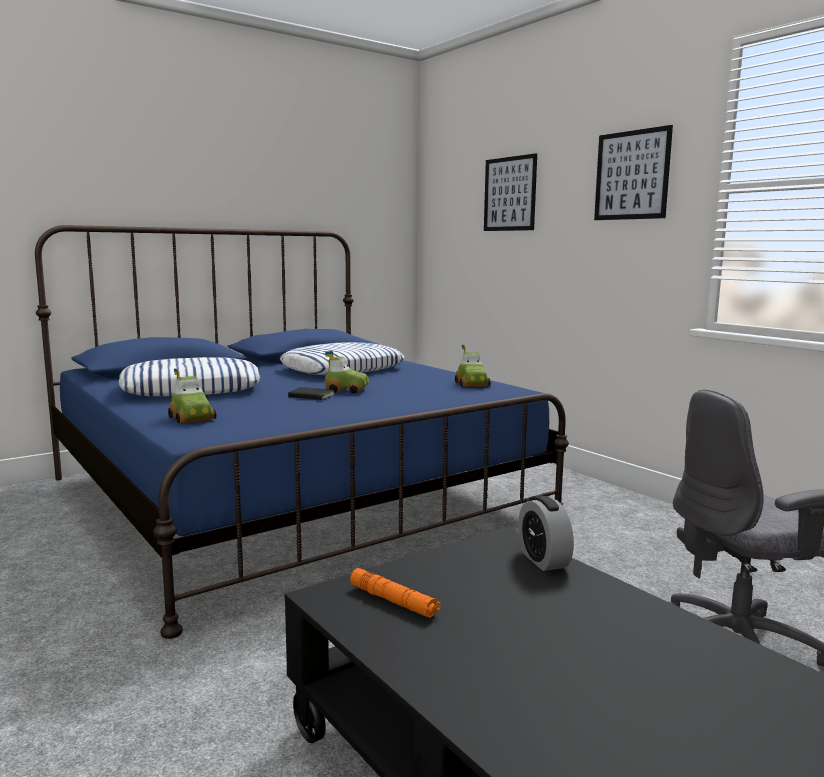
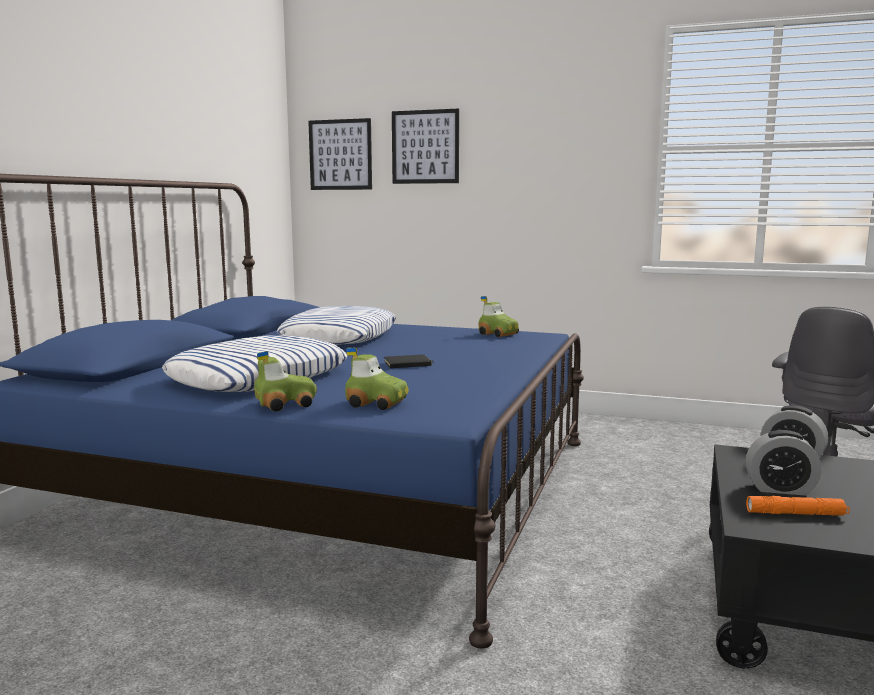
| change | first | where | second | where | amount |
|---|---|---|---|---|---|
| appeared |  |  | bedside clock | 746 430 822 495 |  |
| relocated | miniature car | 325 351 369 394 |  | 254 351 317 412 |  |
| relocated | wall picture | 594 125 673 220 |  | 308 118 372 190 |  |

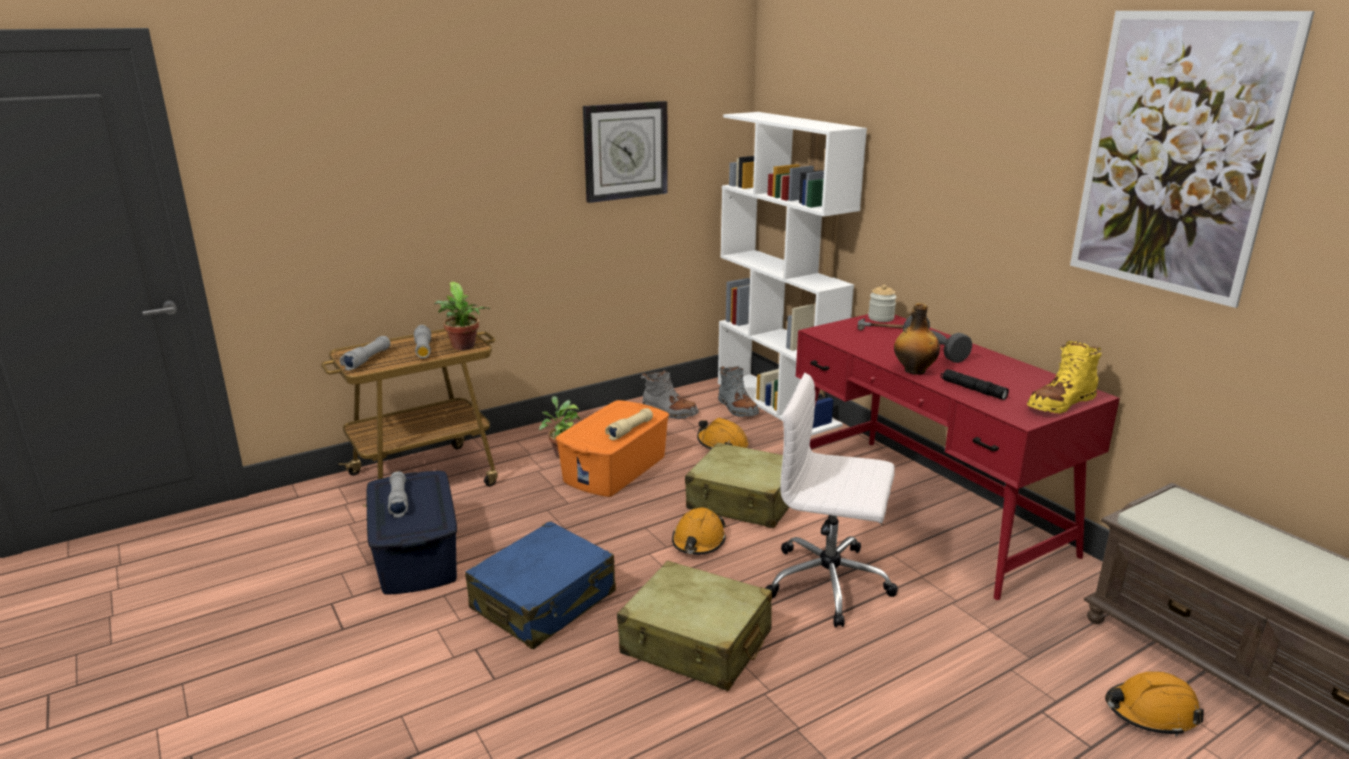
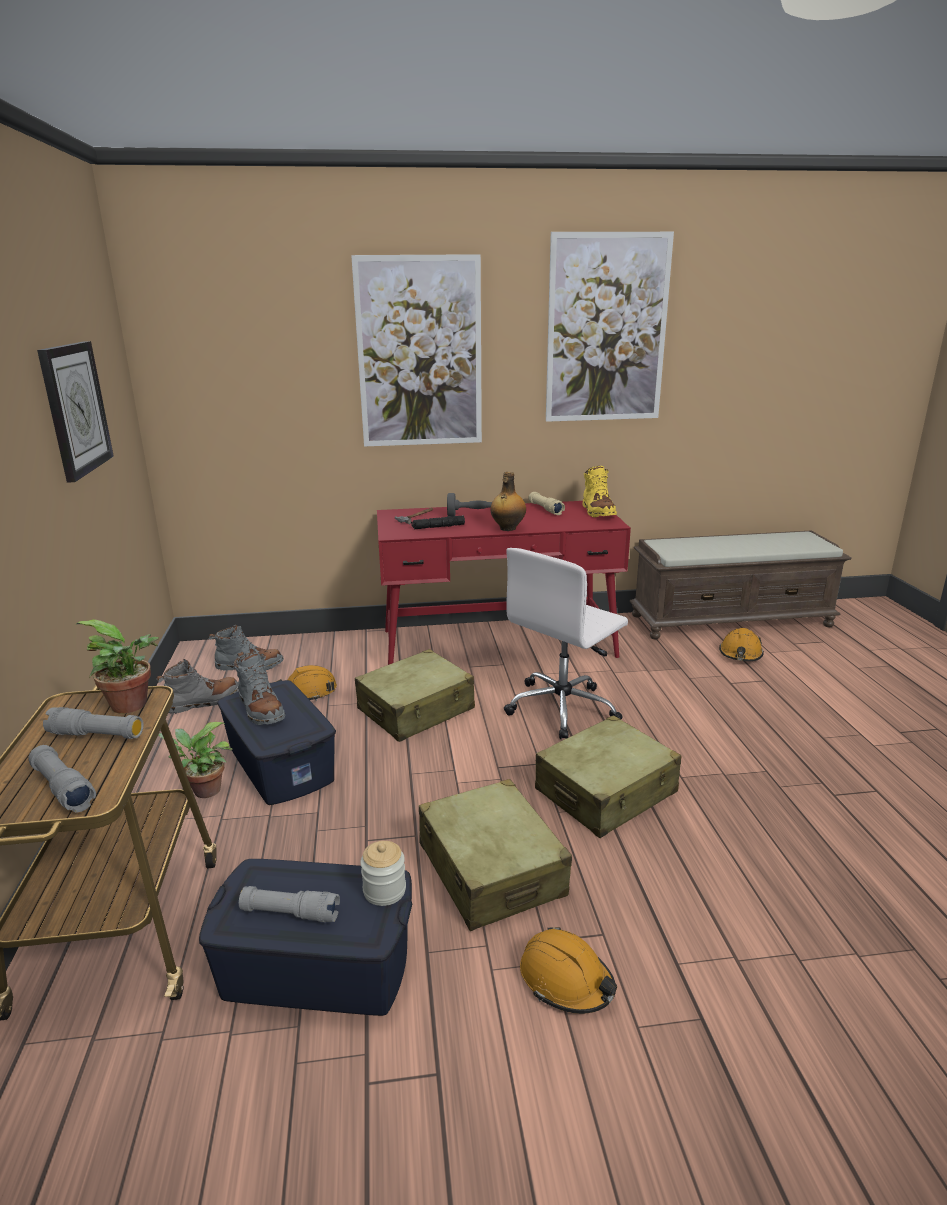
| change | first | where | second | where | amount |
|---|---|---|---|---|---|
| missing | white-coloured bookcase | 718 112 867 436 |  |  |  |
| appeared |  |  | grey high-top boot | 233 652 285 725 |  |
| appeared |  |  | wall picture | 351 254 482 447 |  |
| relocated | beige flashlight | 605 408 653 440 |  | 529 492 565 515 |  |
| relocated | orange-coloured hard hat | 672 507 726 555 |  | 520 927 617 1014 |  |
| relocated | jar | 868 285 897 322 |  | 360 841 406 906 |  |
| relocated | blackish flashlight | 941 369 1009 400 |  | 411 516 465 529 |  |
| colour | blue-coloured piece of luggage | 465 521 616 649 | beige piece of luggage | 419 779 572 931 |  |
| colour | orange-coloured storage container | 556 400 669 497 | blue-coloured storage container | 217 680 336 805 |  |

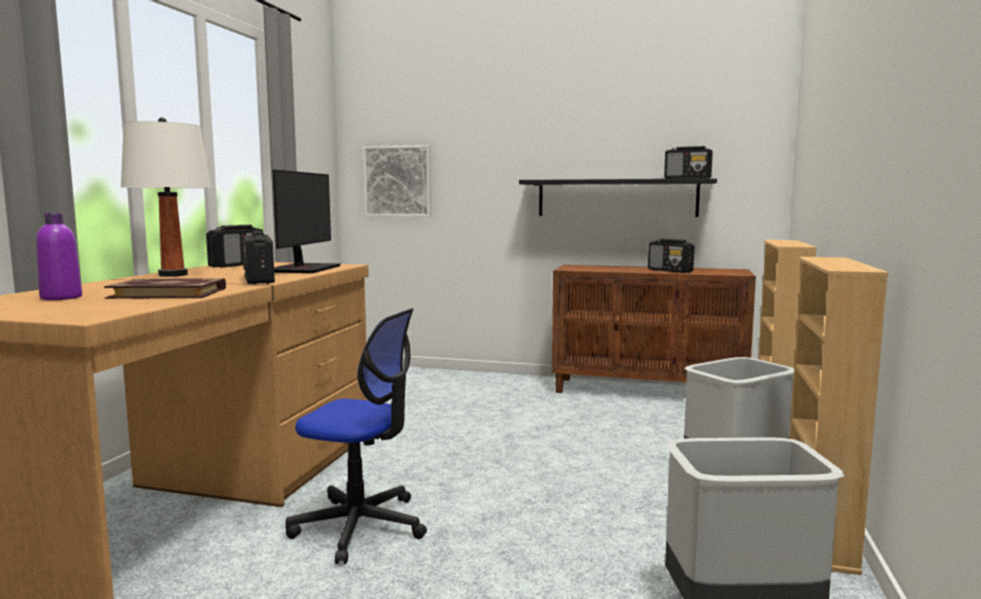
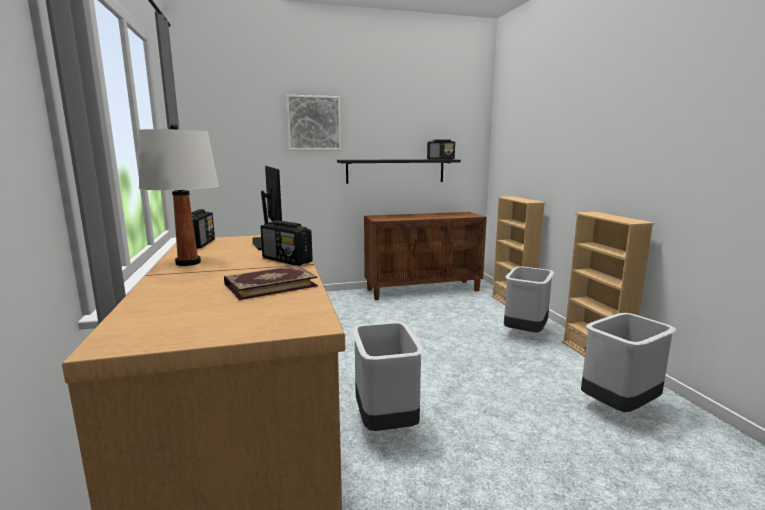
| change | first | where | second | where | amount |
|---|---|---|---|---|---|
| missing | purple-coloured bottle | 36 213 82 300 |  |  |  |
| missing | radio | 648 239 694 273 |  |  |  |
| relocated | wall picture | 363 145 431 217 |  | 286 95 341 150 |  |
| exchanged | computer chair | 285 308 427 564 | grey trash can | 352 322 424 431 |  |

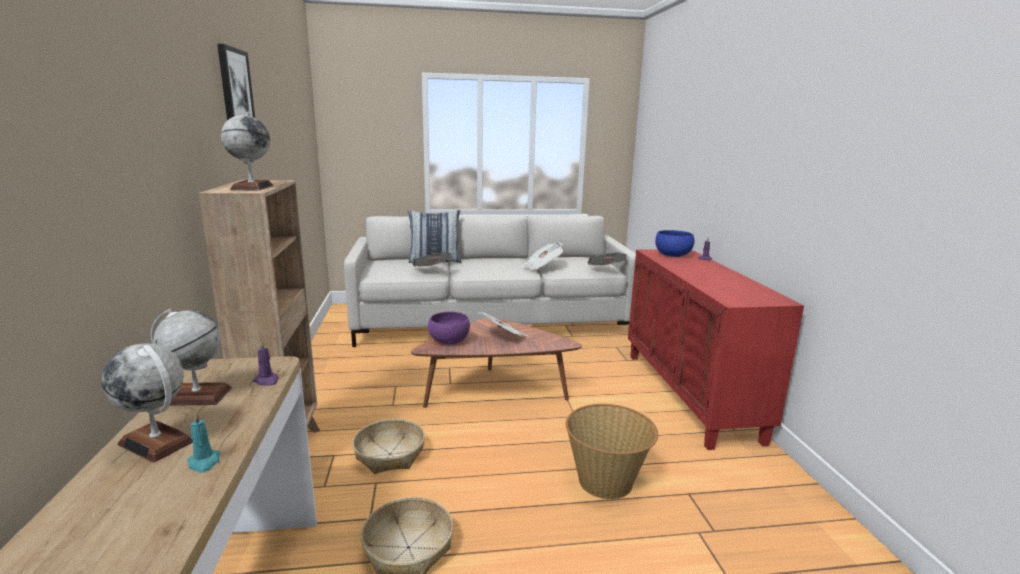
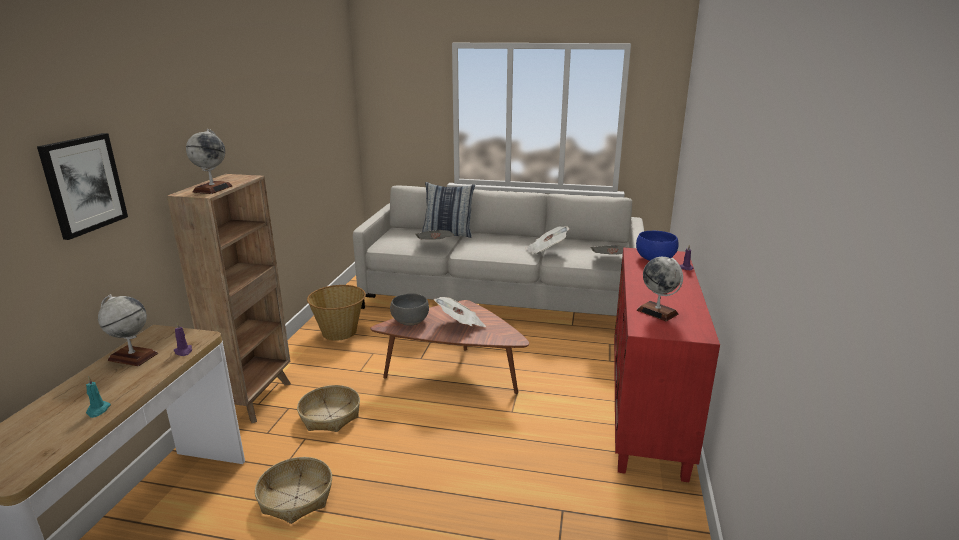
| change | first | where | second | where | amount |
|---|---|---|---|---|---|
| relocated | desk globe | 101 343 193 463 |  | 637 257 683 322 |  |
| relocated | wall picture | 217 44 255 121 |  | 37 133 128 240 |  |
| relocated | storage basket | 566 404 658 500 |  | 307 285 366 341 |  |
| colour | purple-coloured deep dish | 428 312 470 345 | grey deep dish | 390 293 429 326 |  |

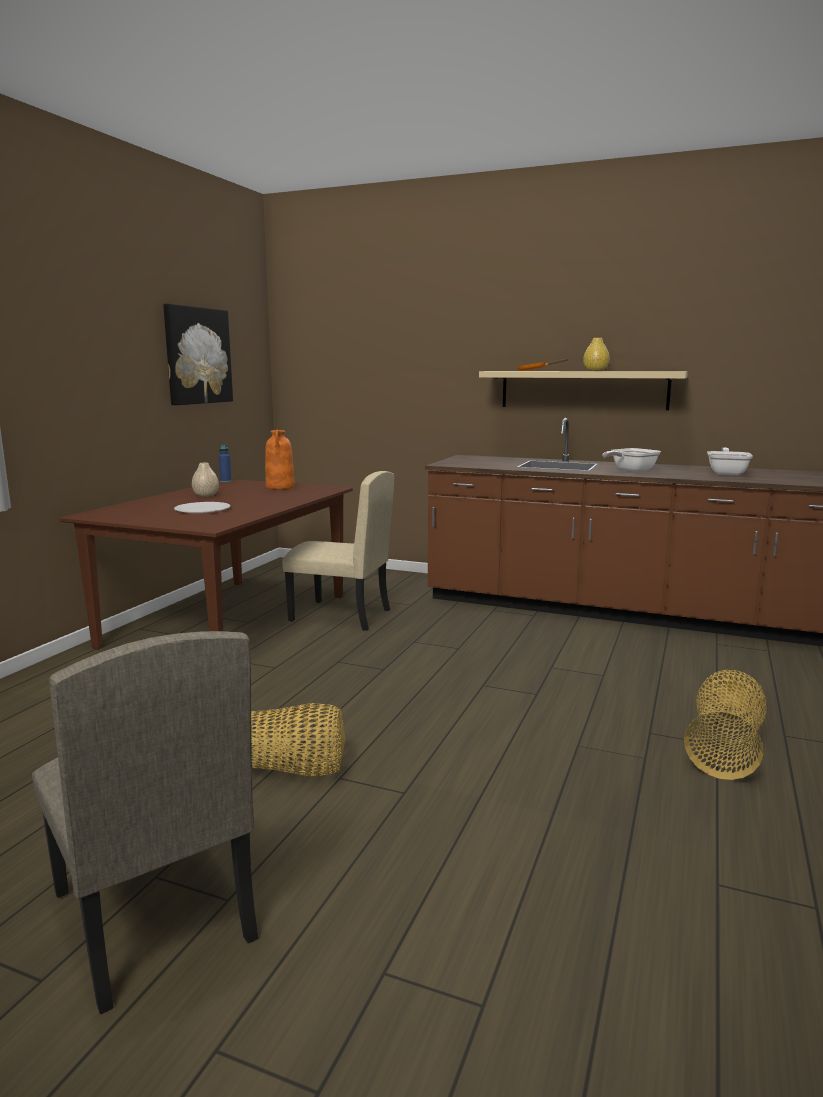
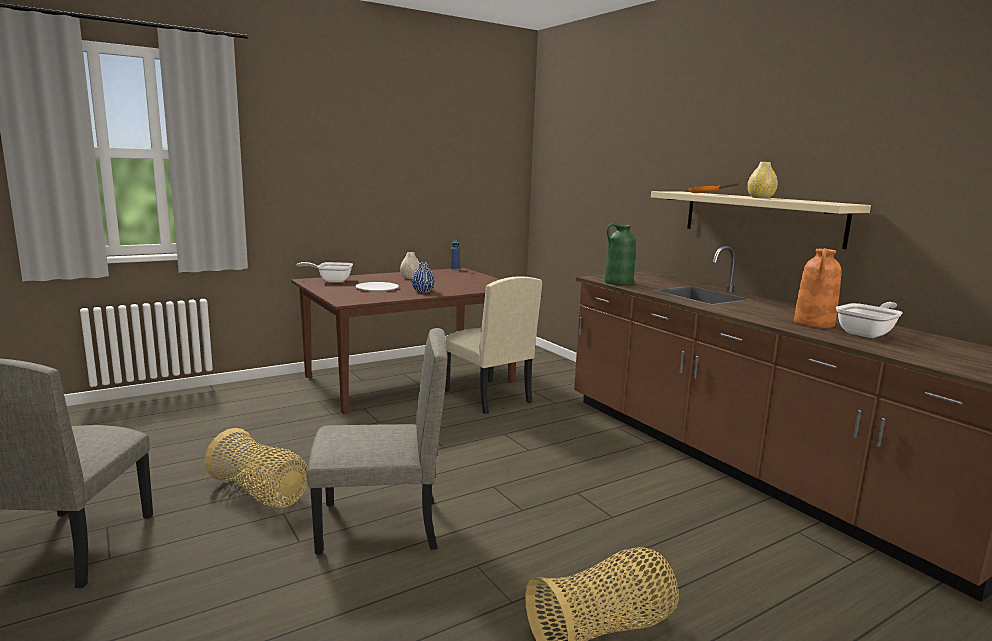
| change | first | where | second | where | amount |
|---|---|---|---|---|---|
| missing | wall picture | 163 304 233 405 |  |  |  |
| appeared |  |  | beige plain chair | 307 328 447 555 |  |
| appeared |  |  | blue-coloured flower vase | 412 262 435 292 |  |
| appeared |  |  | green flower vase | 604 223 635 286 |  |
| relocated | orange-coloured flower vase | 265 429 295 489 |  | 794 248 841 328 |  |
| relocated | pan | 602 448 661 472 |  | 297 262 353 282 |  |

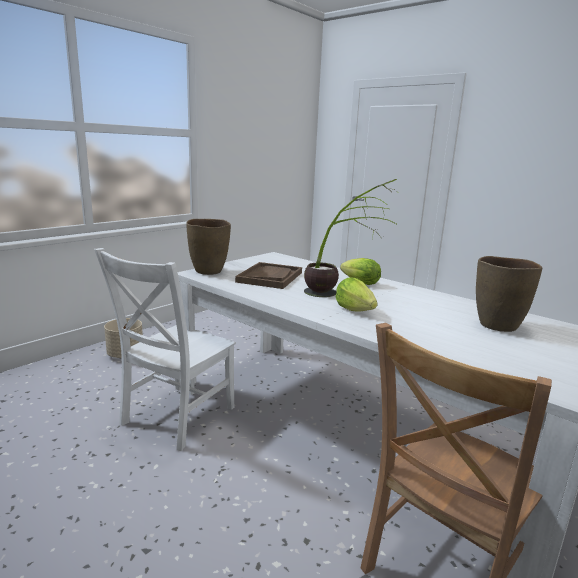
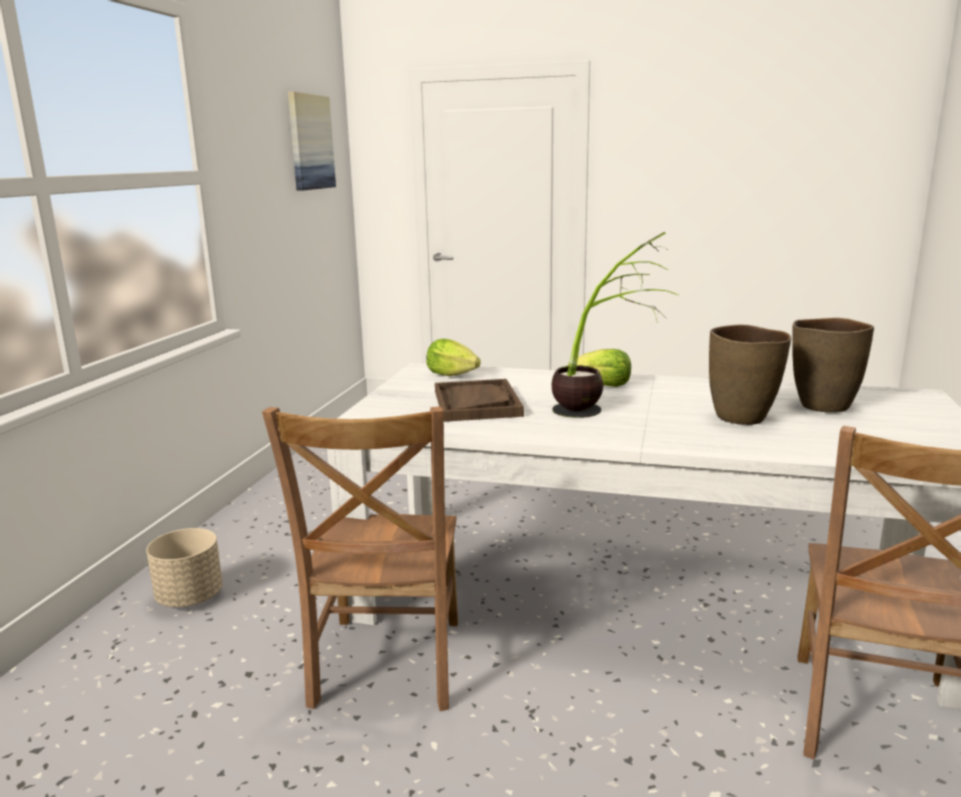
| change | first | where | second | where | amount |
|---|---|---|---|---|---|
| appeared |  |  | wall picture | 288 92 336 191 |  |
| relocated | brown flower vase | 186 219 231 275 |  | 709 325 791 425 |  |
| relocated | lettuce | 336 277 378 311 |  | 427 339 481 376 |  |
| colour | white-coloured plain chair | 94 248 236 451 | brown plain chair | 262 406 458 711 |  |

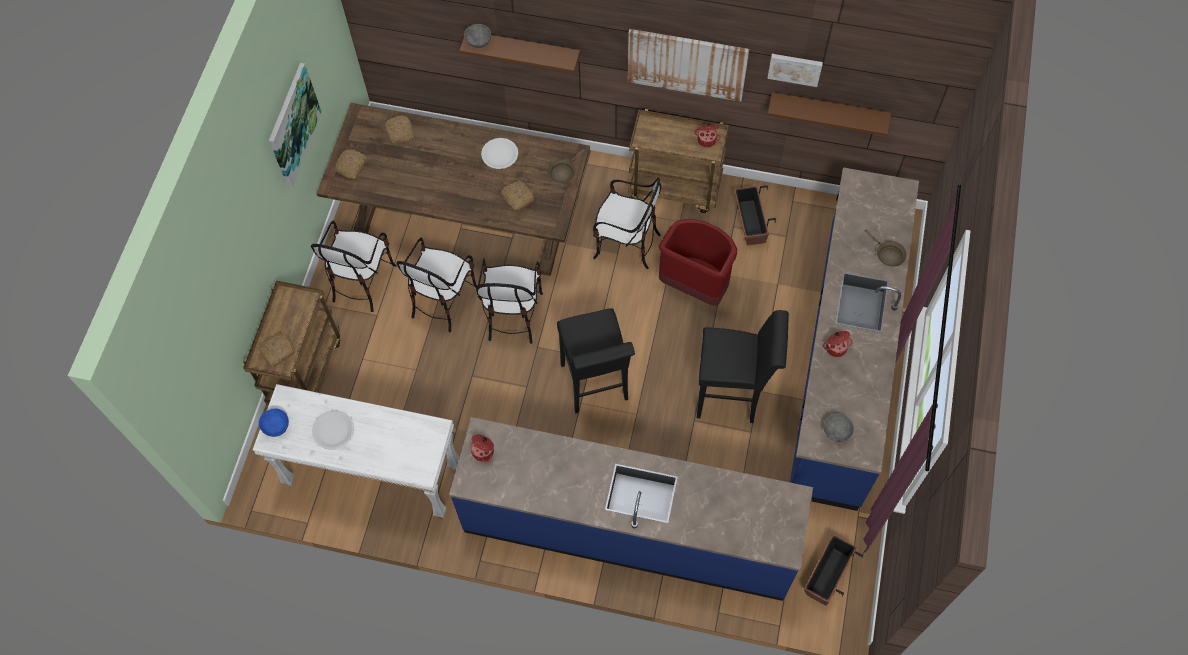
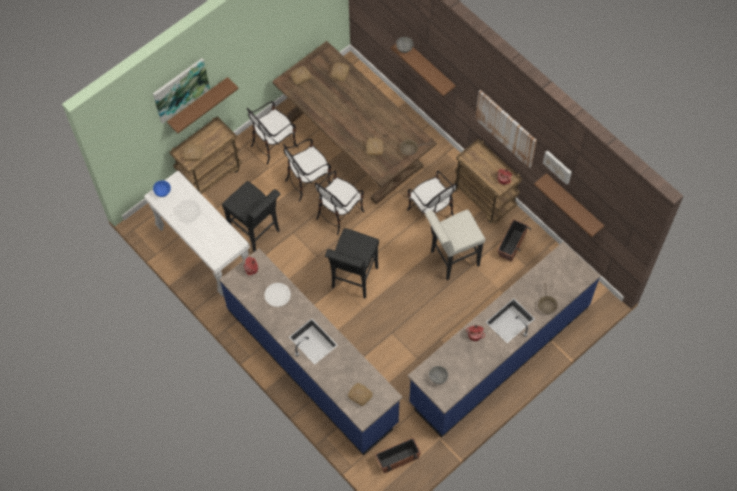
| change | first | where | second | where | amount |
|---|---|---|---|---|---|
| appeared |  |  | brown wall shelf | 167 77 238 133 |  |
| appeared |  |  | bread | 348 383 373 406 |  |
| relocated | wall picture | 269 63 322 188 |  | 153 58 210 124 |  |
| relocated | white-coloured flat dish | 481 138 518 169 |  | 264 283 291 307 |  |
| relocated | blackish stool seat | 697 310 789 423 |  | 222 181 281 252 |  |
| exchanged | reddish trash can | 659 219 737 306 | white-coloured stool seat | 425 209 485 280 |  |

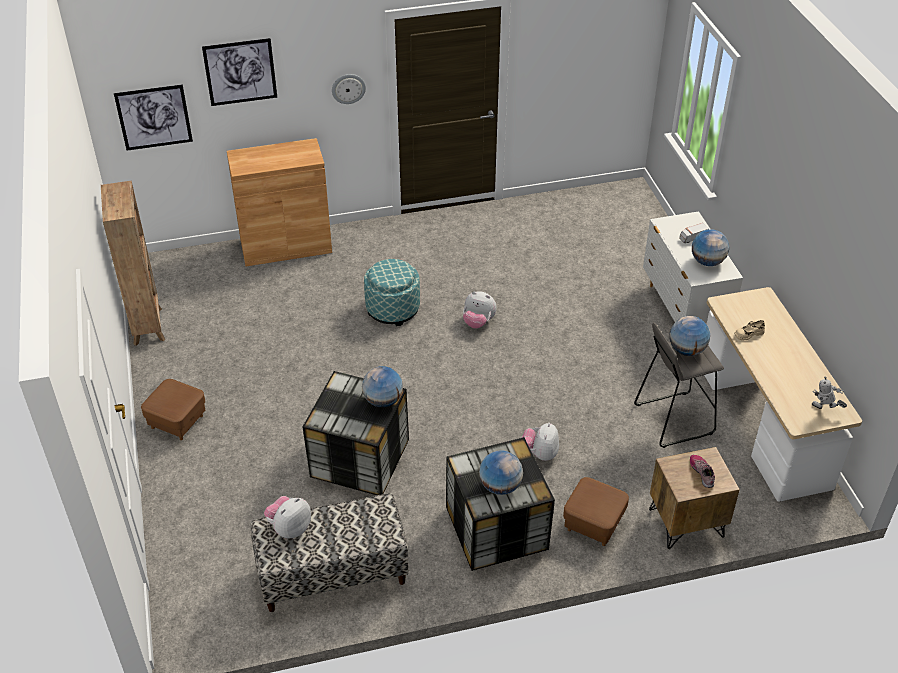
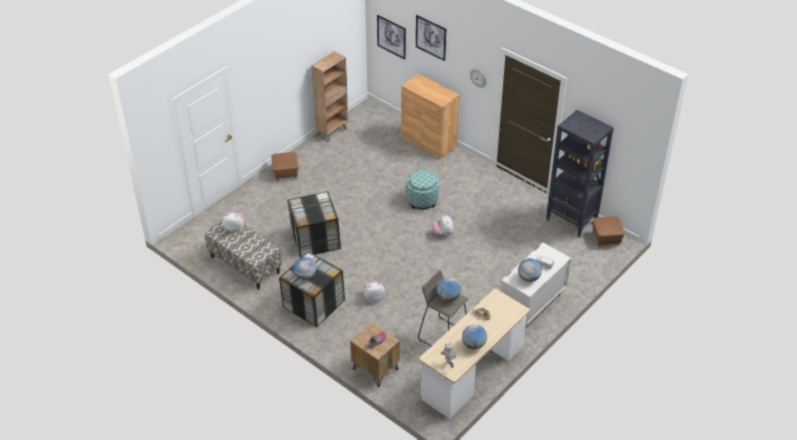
| change | first | where | second | where | amount |
|---|---|---|---|---|---|
| appeared |  |  | blackish bookcase | 547 110 614 238 |  |
| relocated | desk globe | 362 366 403 408 |  | 462 324 487 349 |  |
| relocated | brown pouffe | 563 477 629 546 |  | 592 216 624 247 |  |

